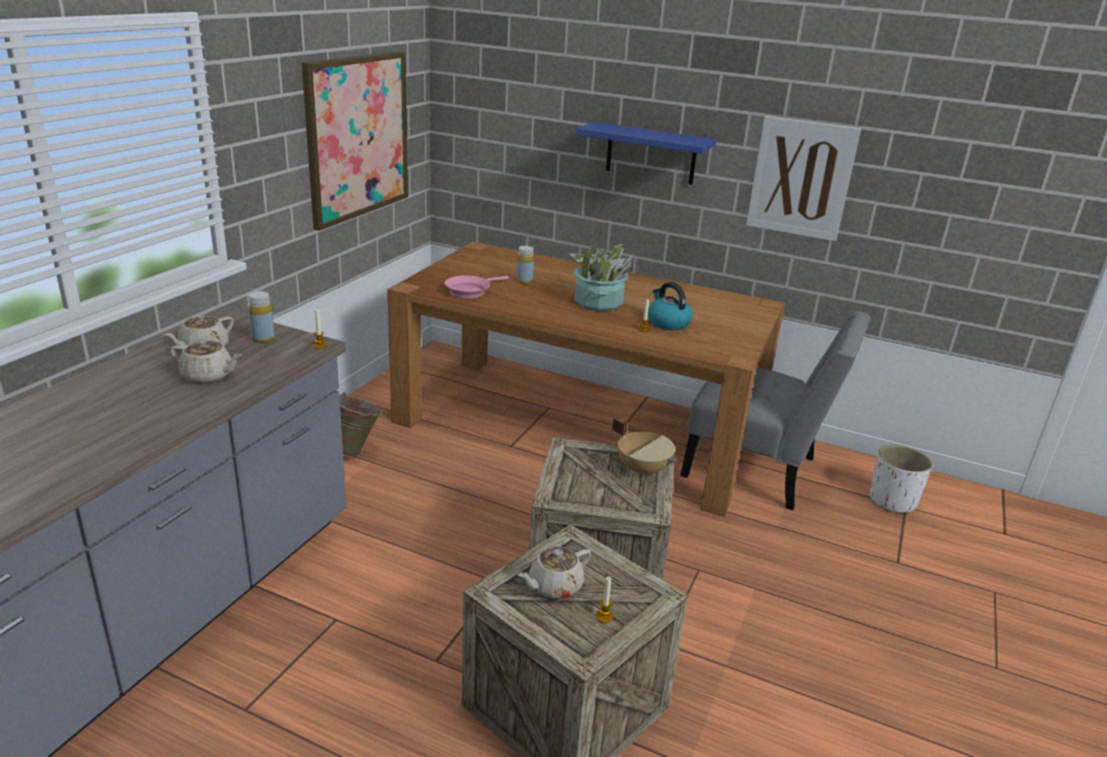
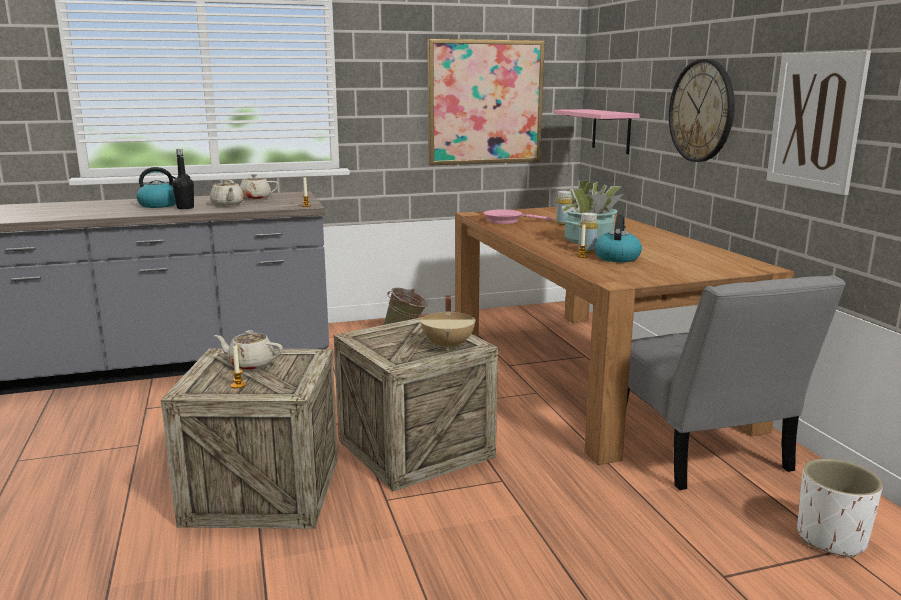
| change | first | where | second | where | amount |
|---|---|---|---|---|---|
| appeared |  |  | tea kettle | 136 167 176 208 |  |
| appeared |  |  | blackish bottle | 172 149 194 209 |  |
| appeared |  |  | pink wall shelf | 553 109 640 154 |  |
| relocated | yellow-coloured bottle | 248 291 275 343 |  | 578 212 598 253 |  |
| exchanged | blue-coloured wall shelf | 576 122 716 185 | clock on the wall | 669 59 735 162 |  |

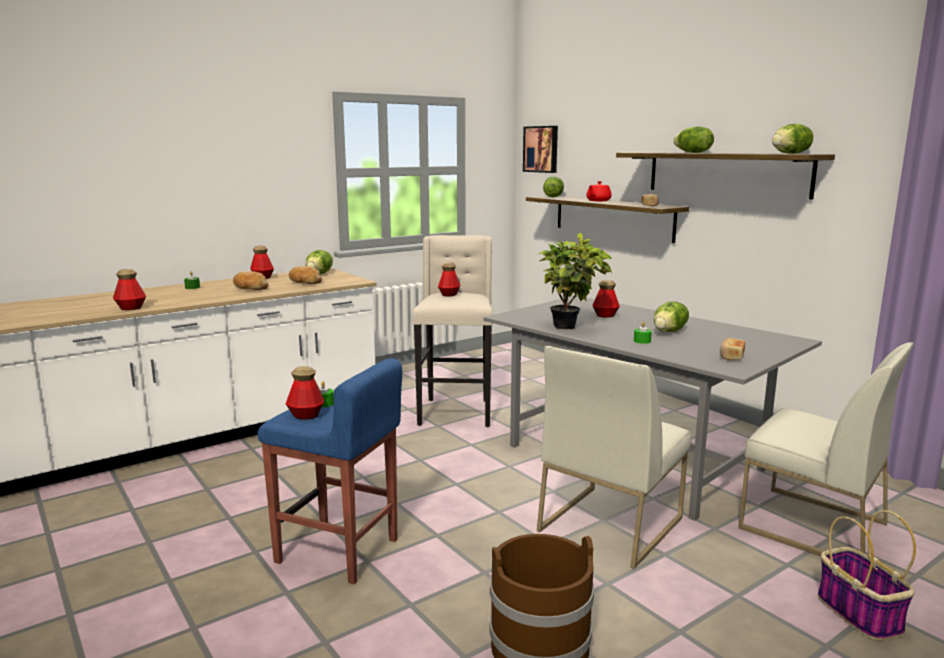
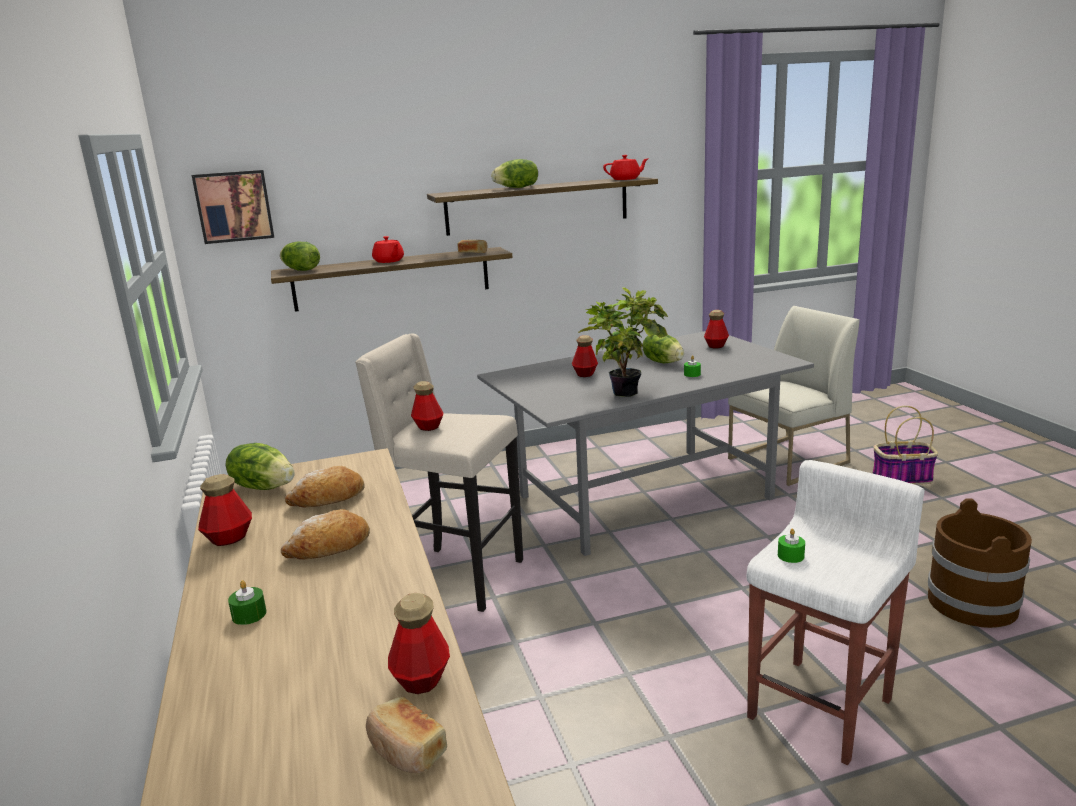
| change | first | where | second | where | amount |
|---|---|---|---|---|---|
| missing | white-coloured plain chair | 537 346 691 569 |  |  |  |
| relocated | bottle | 286 366 324 420 |  | 704 310 729 348 |  |
| relocated | bread | 720 338 745 360 |  | 366 697 447 773 |  |
| exchanged | lettuce | 772 124 813 154 | reddish pot for tea | 603 155 649 180 |  |
| colour | blue-coloured stool seat | 257 358 402 584 | white-coloured stool seat | 747 460 925 765 |  |

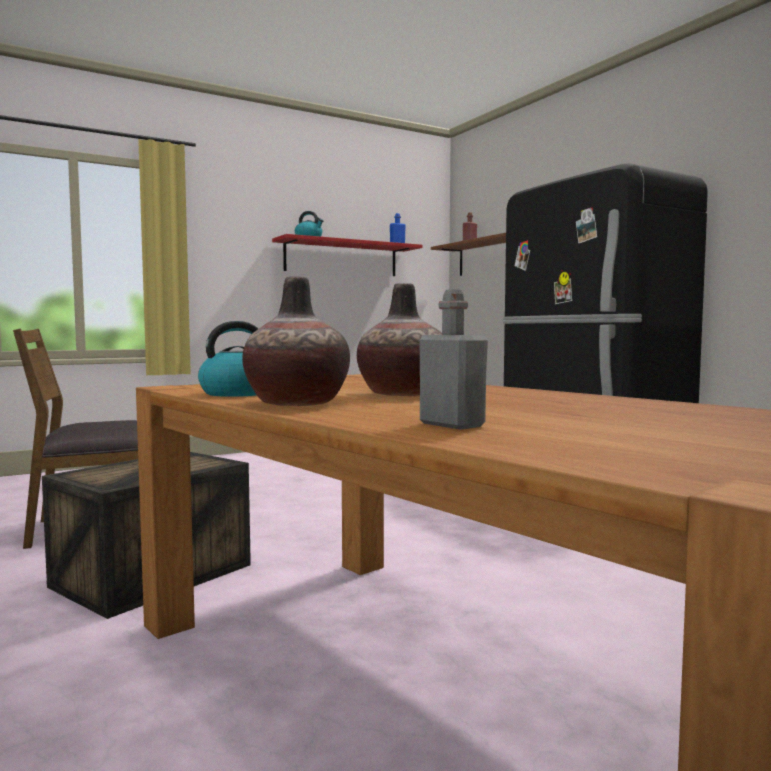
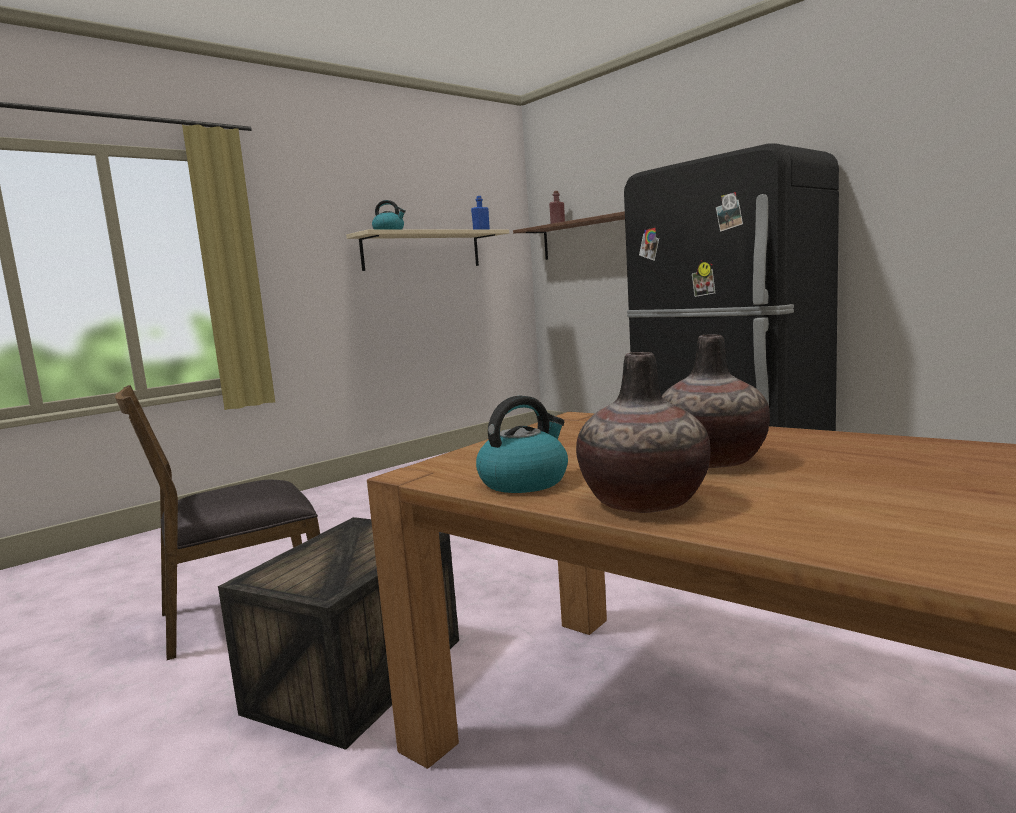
| change | first | where | second | where | amount |
|---|---|---|---|---|---|
| missing | grey bottle | 420 289 488 429 |  |  |  |
| colour | reddish wall shelf | 272 234 422 276 | beige wall shelf | 346 230 509 271 |  |

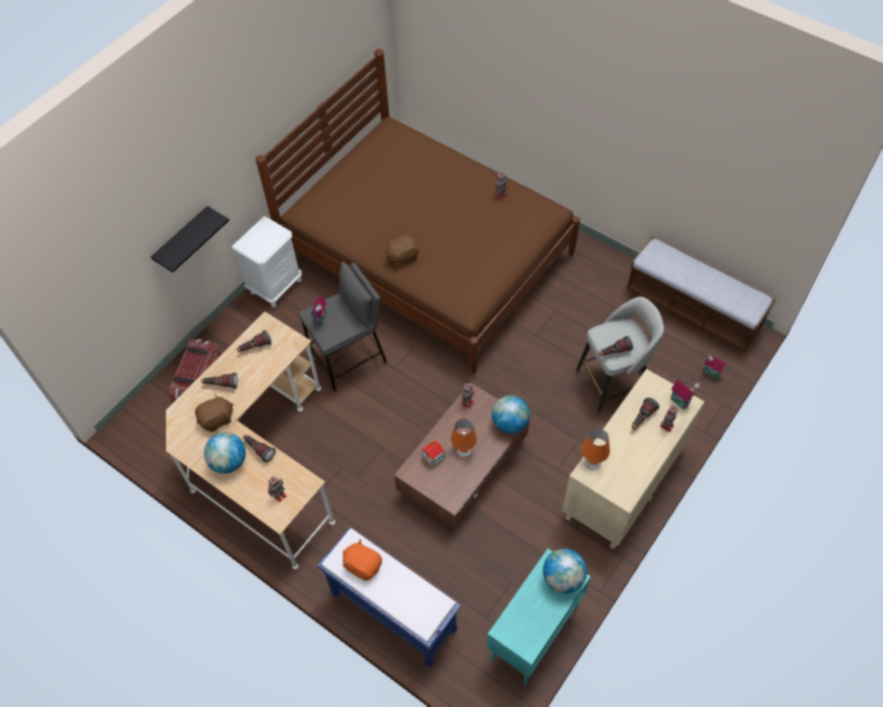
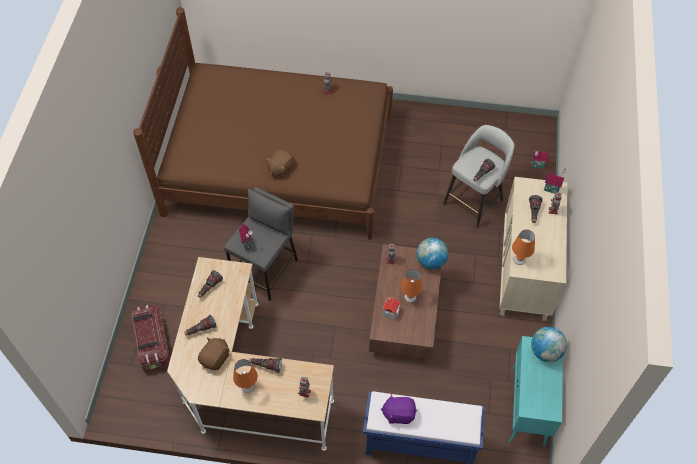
| change | first | where | second | where | amount |
|---|---|---|---|---|---|
| missing | blackish wall shelf | 151 206 229 272 |  |  |  |
| missing | white-coloured nightstand | 232 216 302 308 |  |  |  |
| missing | bench | 626 236 776 352 |  |  |  |
| exchanged | desk globe | 204 432 246 474 | orange-coloured table lamp | 233 359 258 393 |  |
| colour | orange-coloured cuddly toy | 343 539 382 581 | purple-coloured cuddly toy | 380 394 417 424 |  |

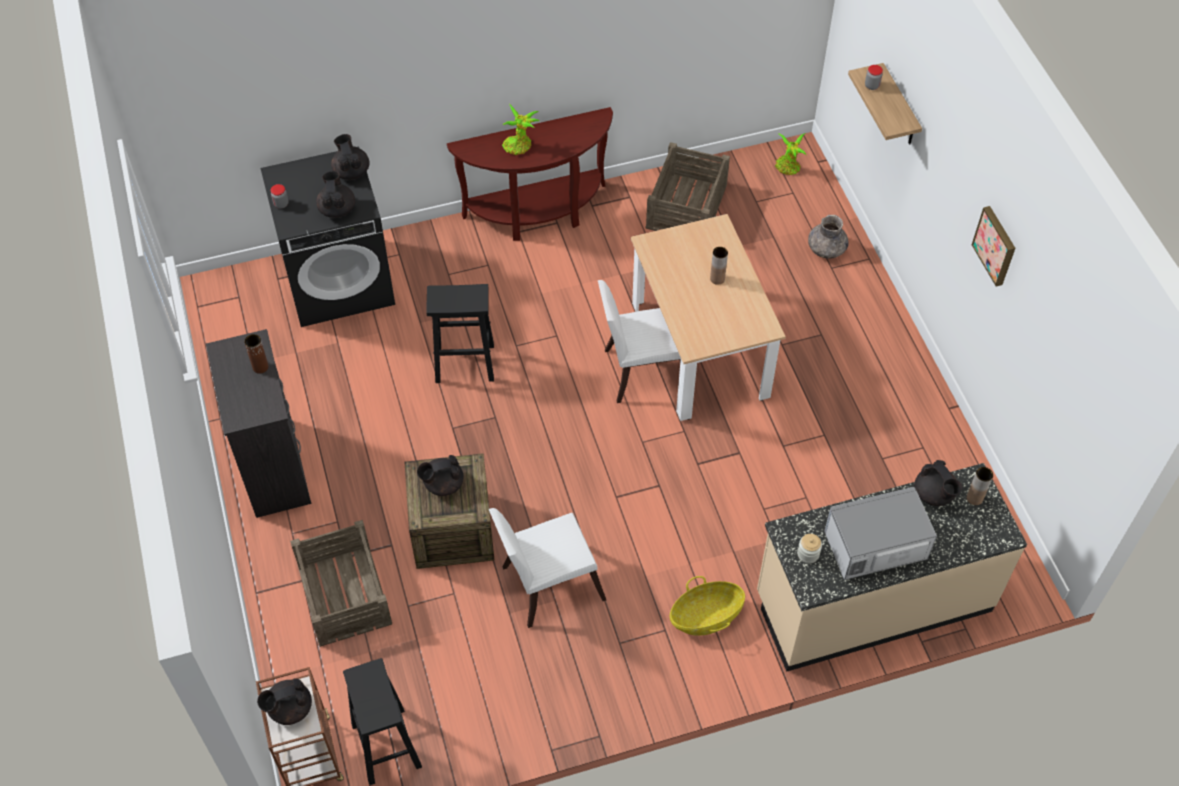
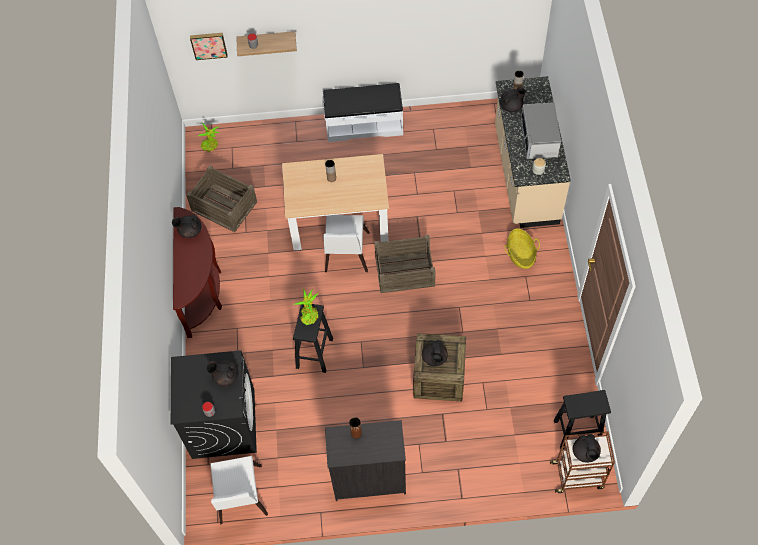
| change | first | where | second | where | amount |
|---|---|---|---|---|---|
| missing | grey flower vase | 808 215 849 258 |  |  |  |
| appeared |  |  | white-coloured bench | 323 83 403 142 |  |
| relocated | crate | 290 520 392 647 |  | 374 235 436 293 |  |
| relocated | blackish pot for tea | 331 134 370 180 |  | 172 215 201 238 |  |
| relocated | white-coloured plain chair | 489 508 606 628 |  | 210 456 268 524 |  |
| relocated | potted plant | 502 104 540 155 |  | 294 288 319 325 |  |
| relocated | wall picture | 972 206 1015 286 |  | 190 33 228 60 |  |

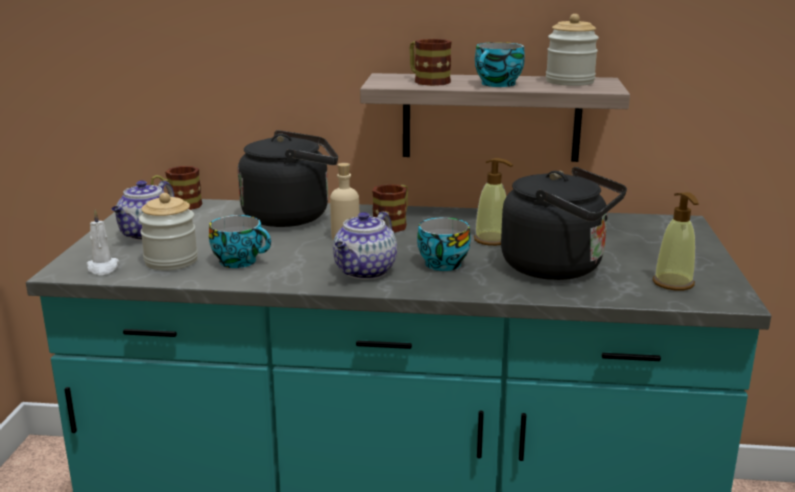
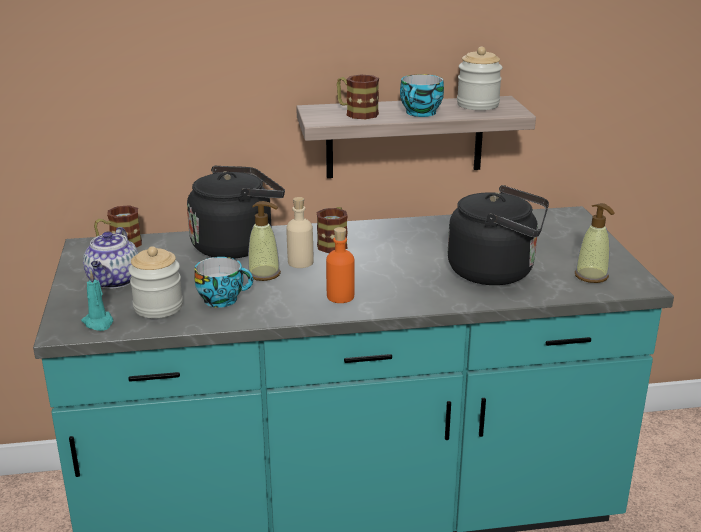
| change | first | where | second | where | amount |
|---|---|---|---|---|---|
| missing | drinking cup | 417 217 471 271 |  |  |  |
| relocated | liquid soap bottle | 474 158 513 246 |  | 248 201 281 281 |  |
| exchanged | pot for tea | 333 212 397 279 | orange-coloured bottle | 326 227 355 303 |  |
| colour | white-coloured candle | 86 210 119 275 | turquoise-coloured candle | 81 271 113 331 |  |

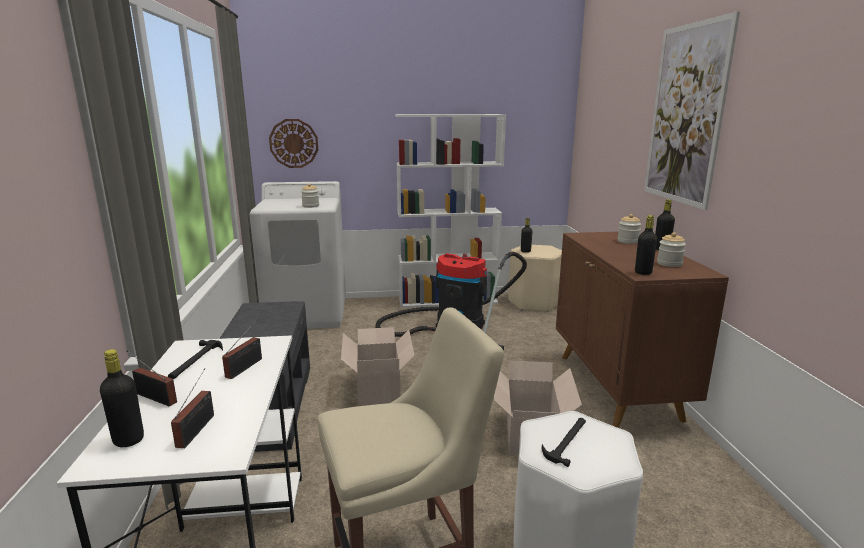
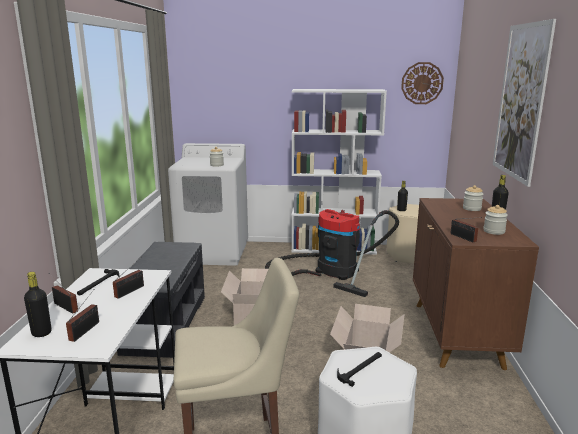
| change | first | where | second | where | amount |
|---|---|---|---|---|---|
| relocated | clock on the wall | 269 119 318 168 |  | 401 62 444 104 |  |
| exchanged | blackish bottle | 635 215 657 275 | radio | 451 217 482 242 |  |

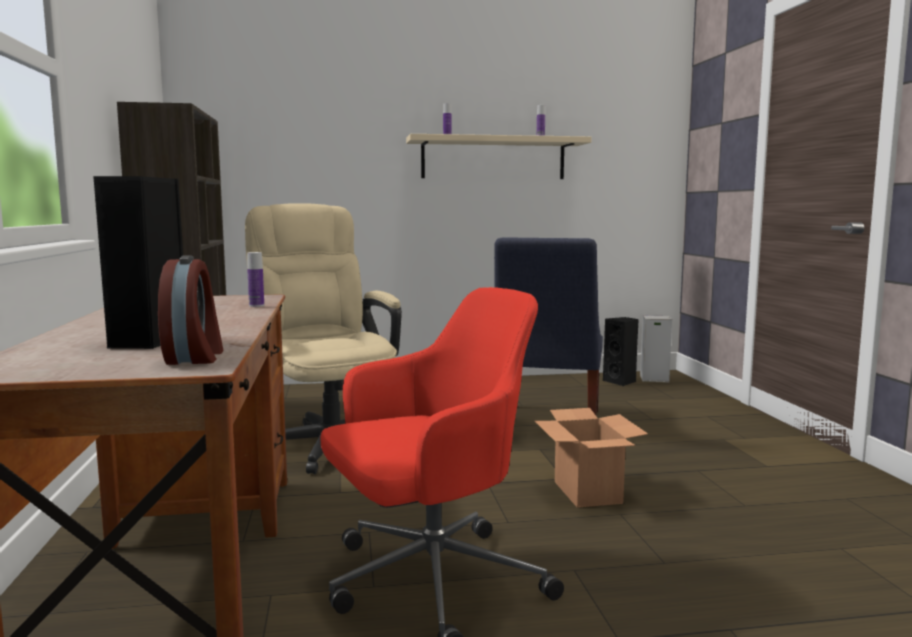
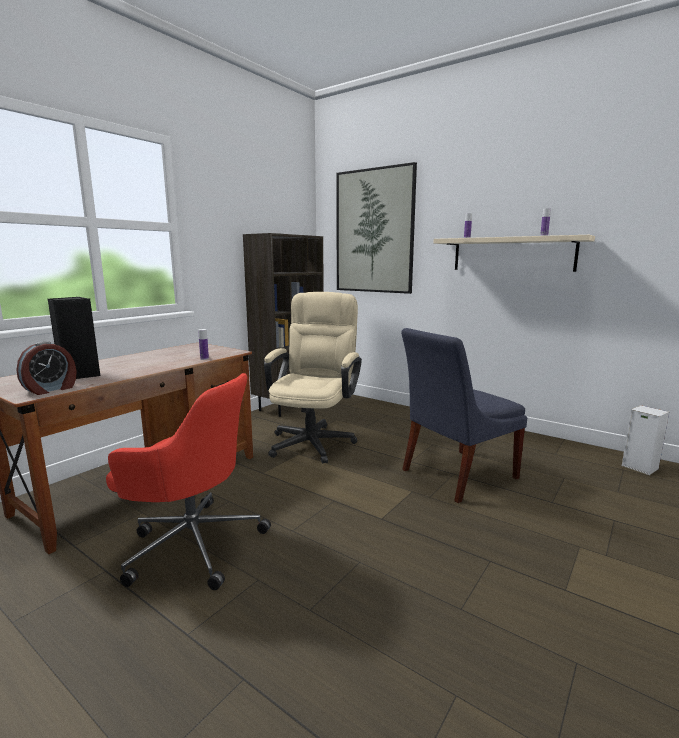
| change | first | where | second | where | amount |
|---|---|---|---|---|---|
| missing | cardboard box | 535 408 648 508 |  |  |  |
| missing | blackish speaker | 603 317 639 386 |  |  |  |
| appeared |  |  | wall picture | 337 162 417 294 |  |

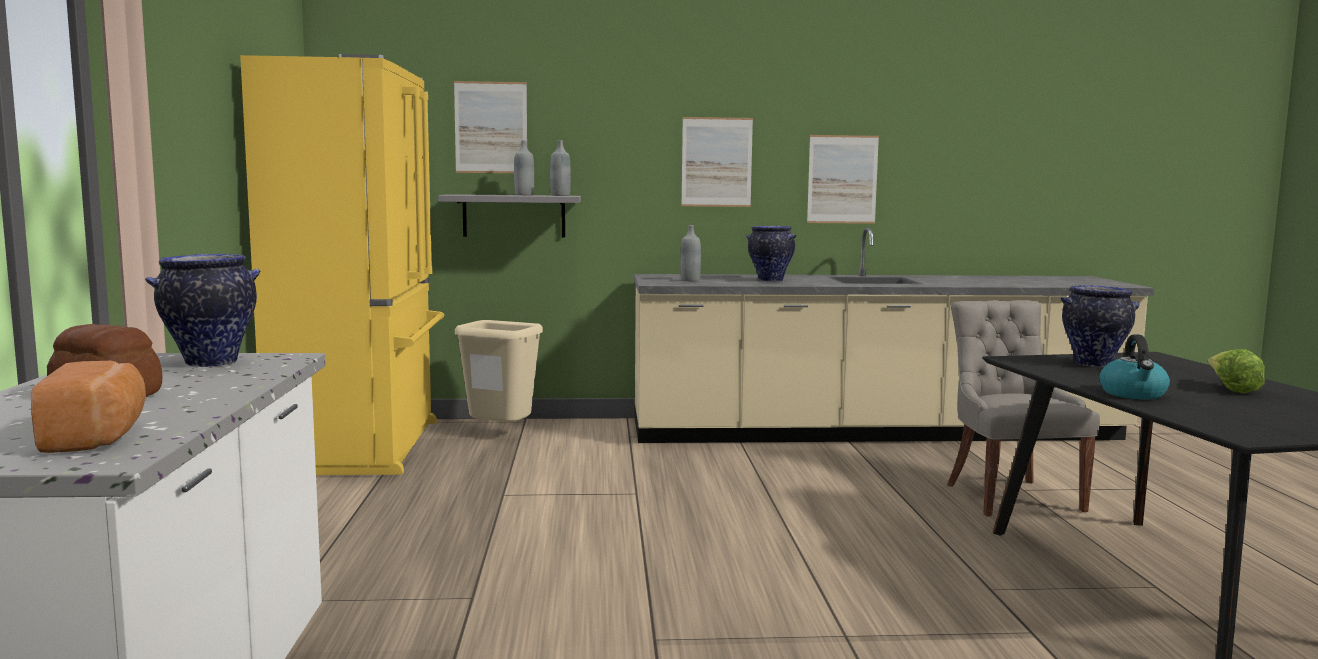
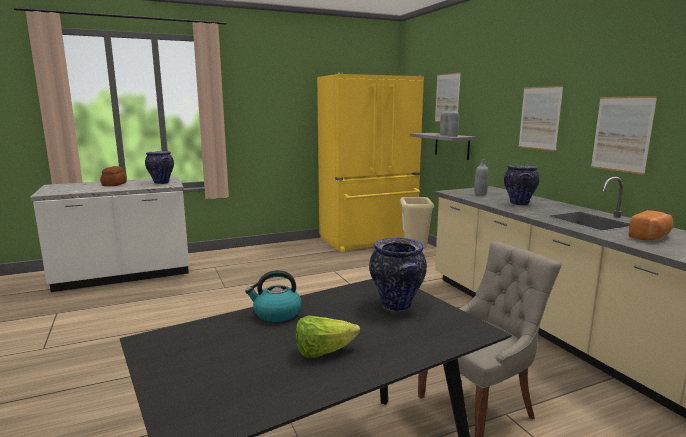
| change | first | where | second | where | amount |
|---|---|---|---|---|---|
| relocated | bread | 31 361 146 453 |  | 629 210 673 240 |  |

